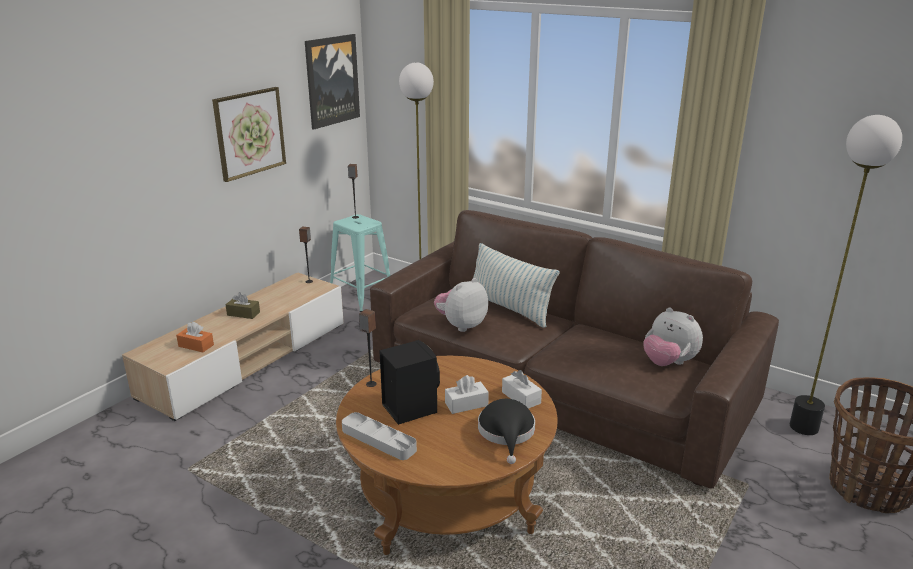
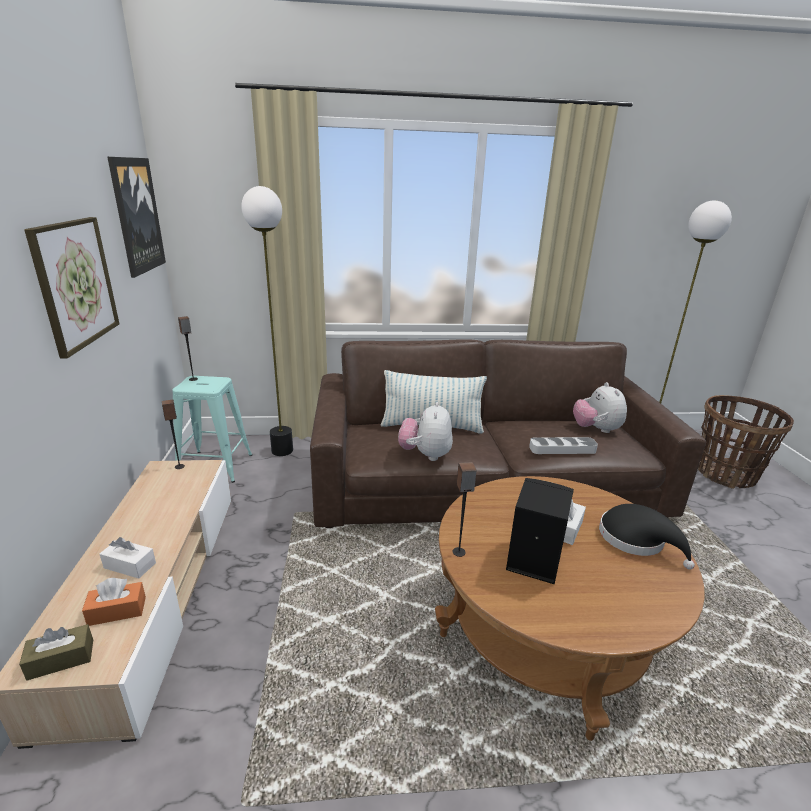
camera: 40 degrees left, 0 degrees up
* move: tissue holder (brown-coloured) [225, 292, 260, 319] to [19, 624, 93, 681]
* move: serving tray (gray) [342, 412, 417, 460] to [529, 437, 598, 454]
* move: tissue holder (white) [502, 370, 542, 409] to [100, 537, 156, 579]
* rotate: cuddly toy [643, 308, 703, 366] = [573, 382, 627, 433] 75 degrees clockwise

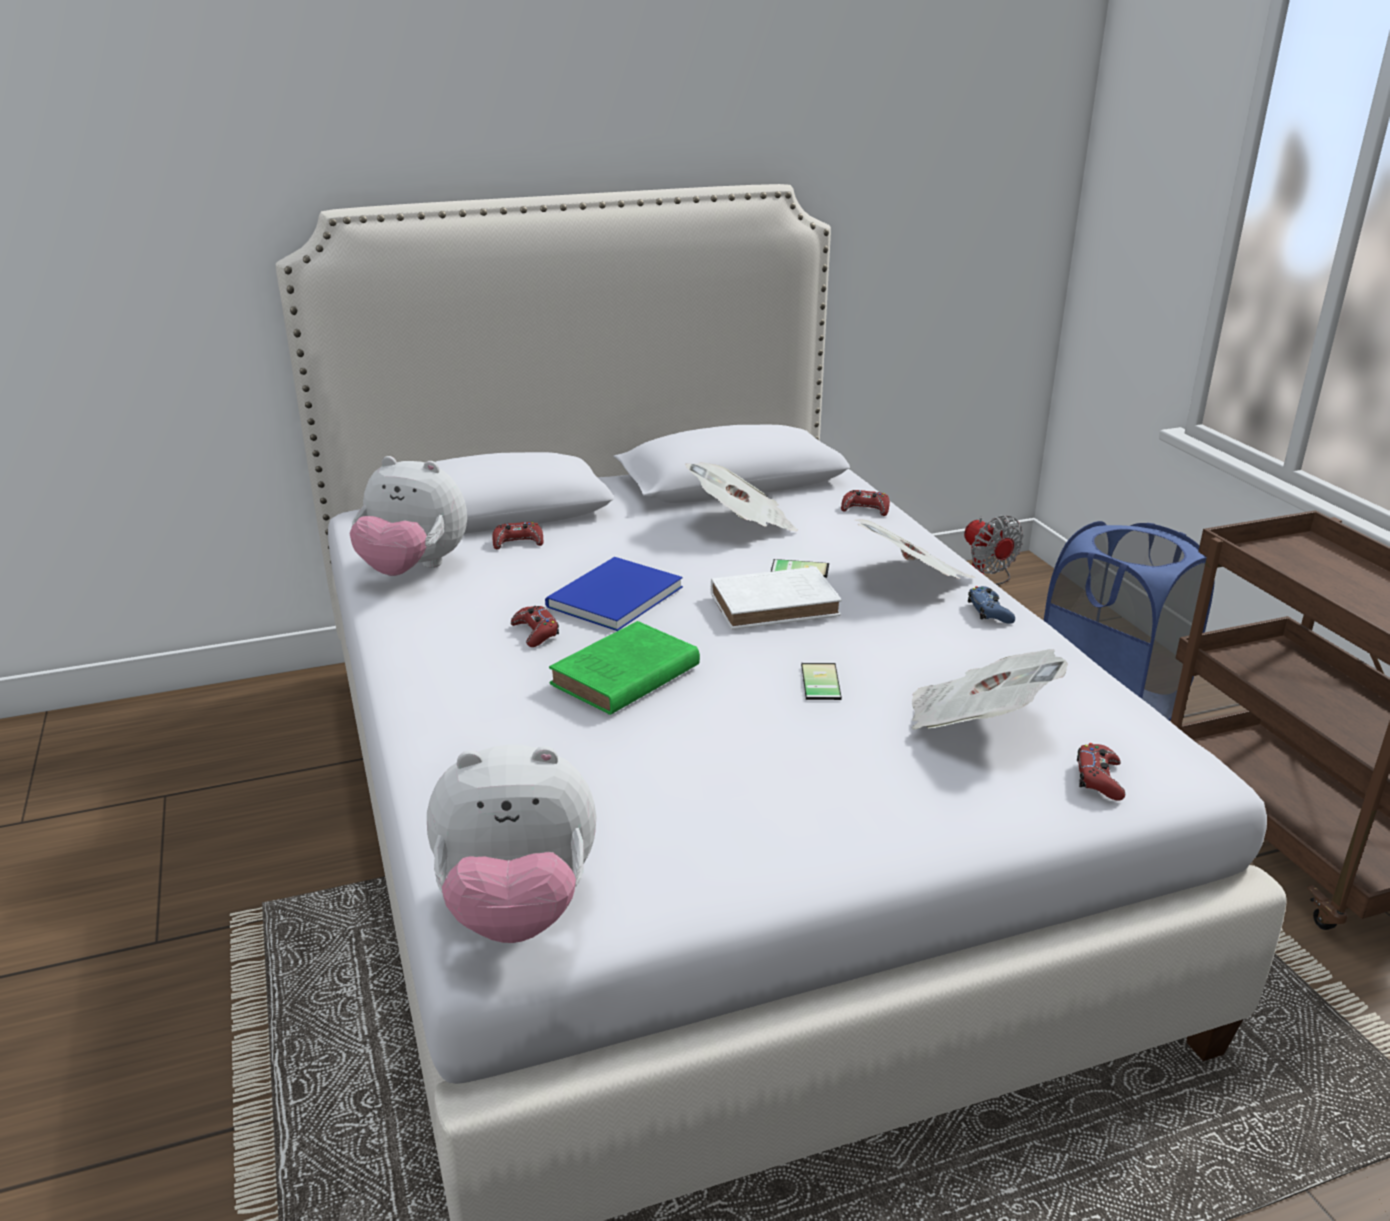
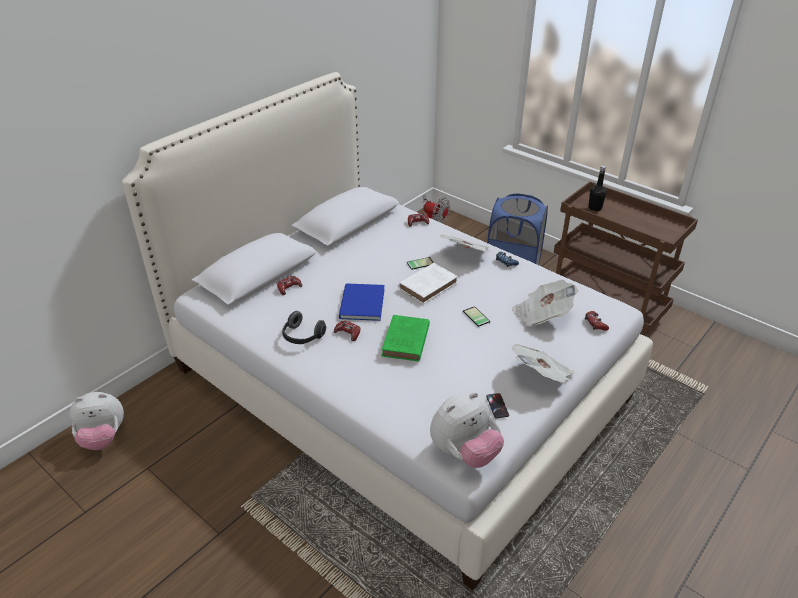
camera: 30 degrees left, 10 degrees up
* move: cuddly toy [349, 456, 467, 576] to [69, 392, 124, 450]
* move: newspaper [685, 463, 798, 531] to [512, 344, 575, 383]
* insert: headset [282, 311, 326, 344]
* insert: telephone [486, 393, 509, 418]
* insert: bottle (black-coloured) [589, 166, 607, 211]

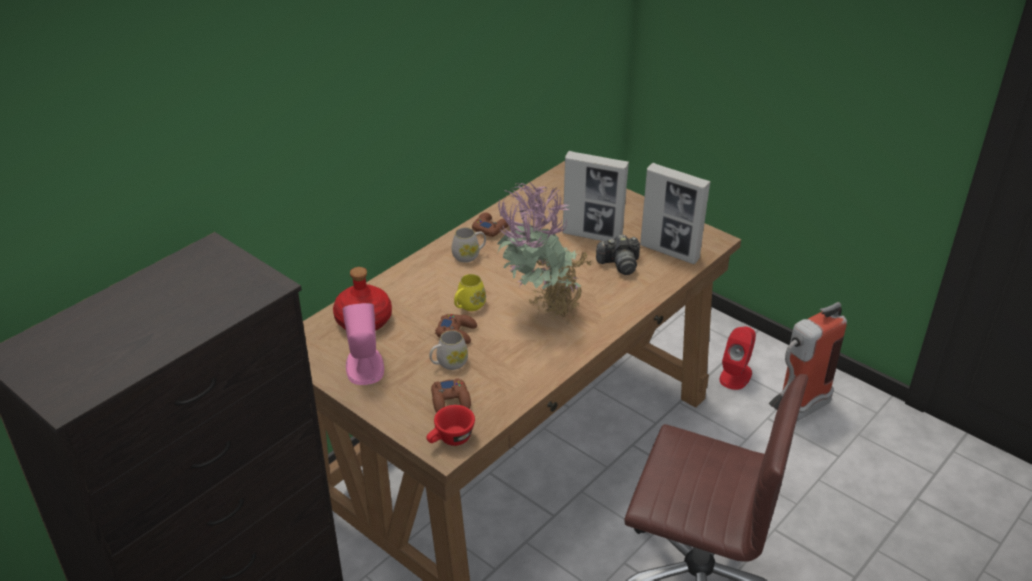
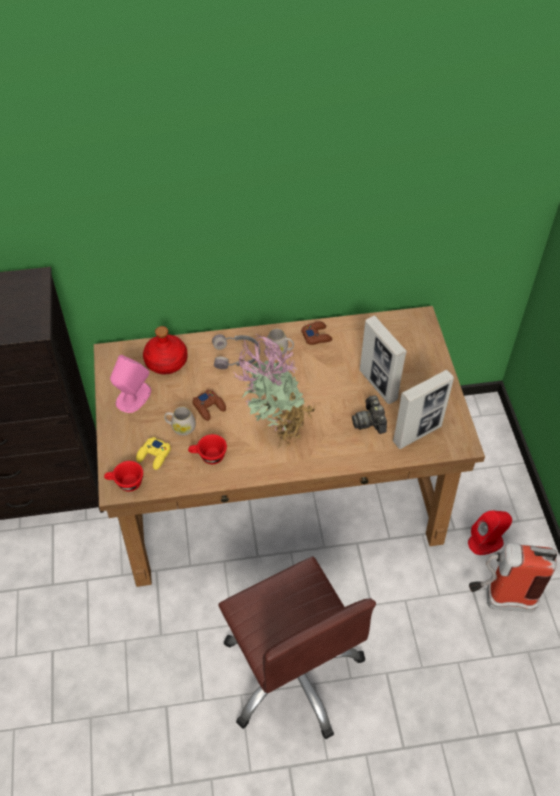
camera: 40 degrees right, 15 degrees up
* recolor: joypad (brown-coloured) [431, 378, 471, 413] to joypad (yellow-coloured) [136, 437, 171, 470]
* delete: coffee mug (yellow-coloured) [454, 274, 486, 311]
* rotate: still camera [596, 234, 640, 275] = [352, 395, 387, 434] 45 degrees clockwise
* rotate: photo frame [640, 163, 710, 264] = [393, 370, 454, 449] 105 degrees counterclockwise
* insert: small cup (reddish) [188, 434, 227, 464]
* insert: headset (gray) [212, 334, 260, 369]

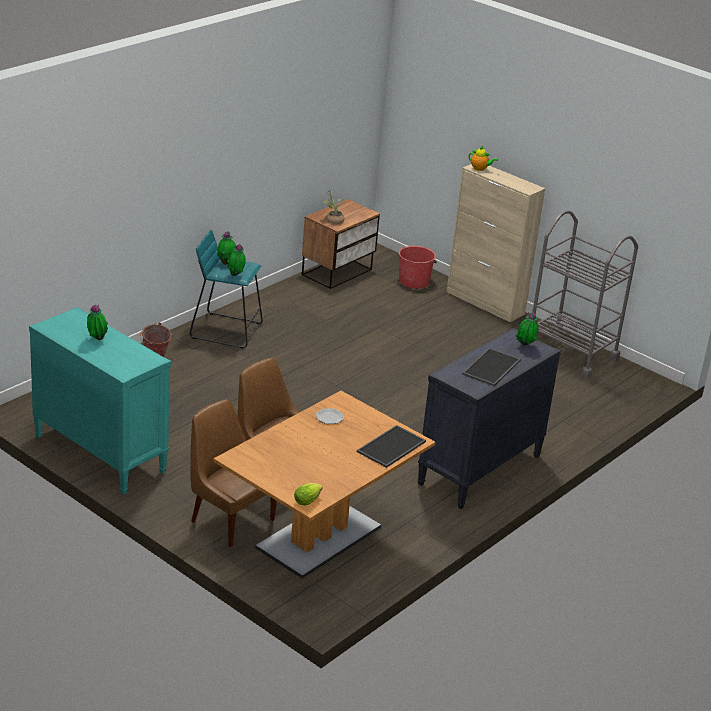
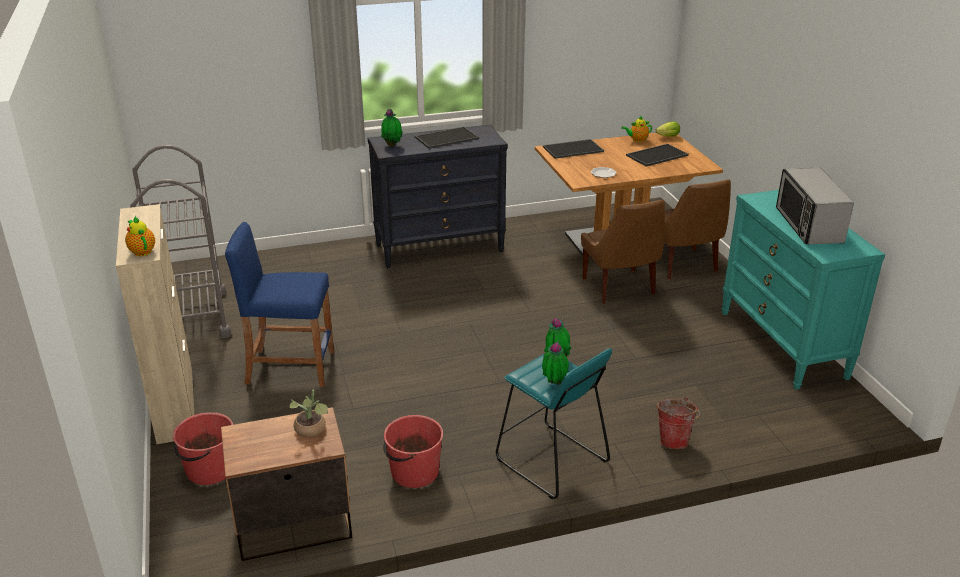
camera: 145 degrees left, 0 degrees up
* replace: potted plant [87, 304, 108, 340] to kitchen microwave [776, 168, 854, 244]
* insert: stool seat (blue-coloured) [225, 222, 334, 387]
* insert: water bucket (reddish) [383, 415, 443, 488]
* insert: tea pot [621, 115, 652, 142]
* insert: serving tray [626, 144, 689, 167]

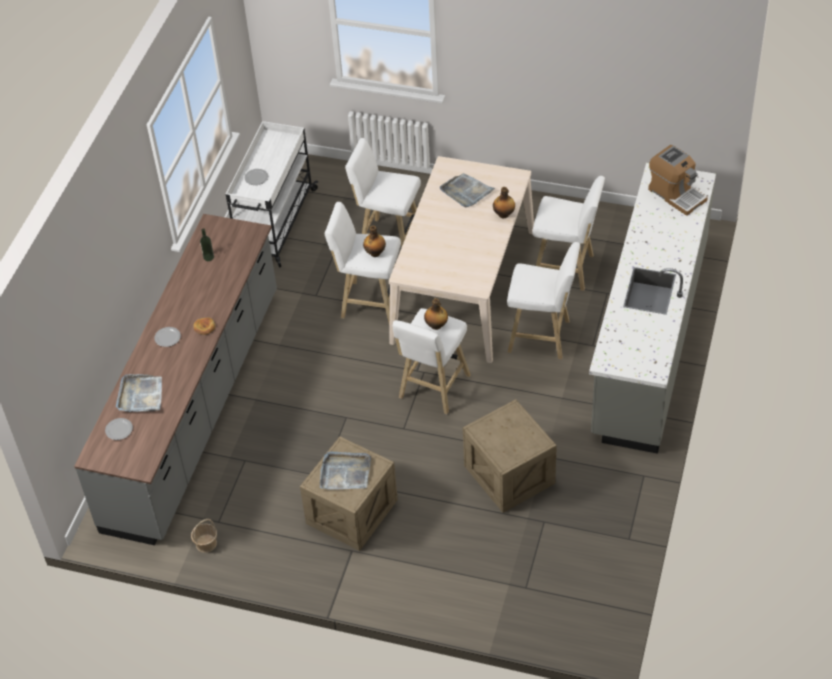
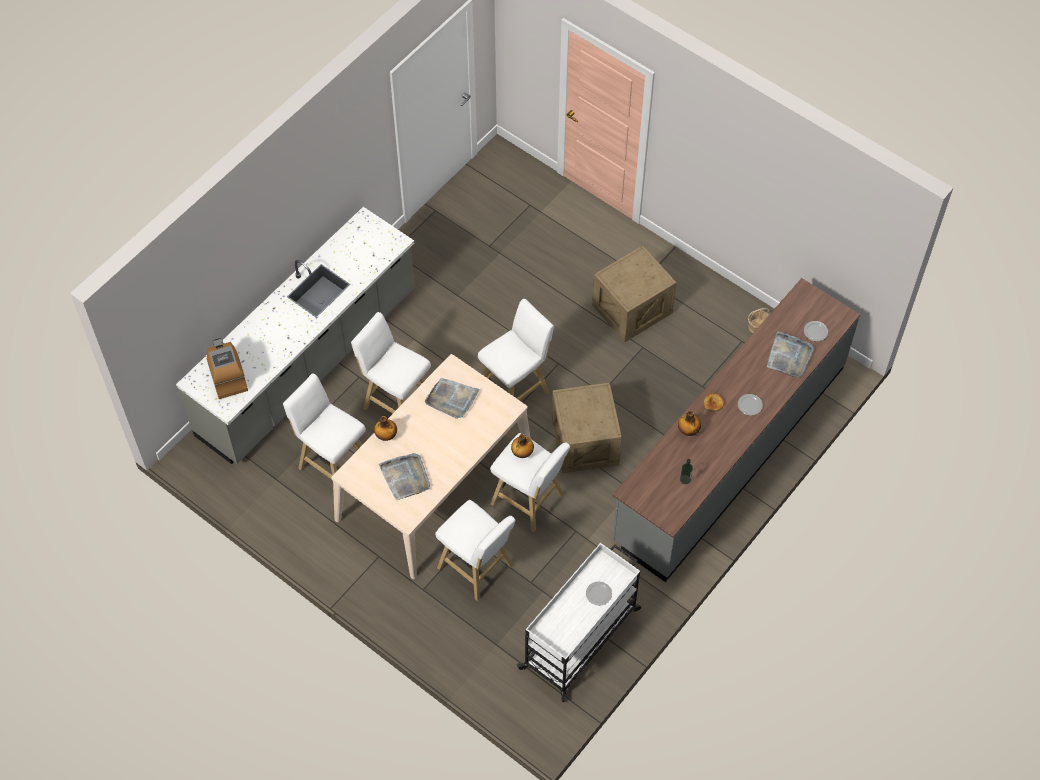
camera: 160 degrees left, 10 degrees up
* move: serving tray (gray) [320, 452, 371, 489] to [425, 378, 480, 419]
* move: bottle [424, 298, 448, 330] to [678, 410, 701, 436]
* move: shipping crate [463, 399, 557, 513] to [552, 382, 622, 473]

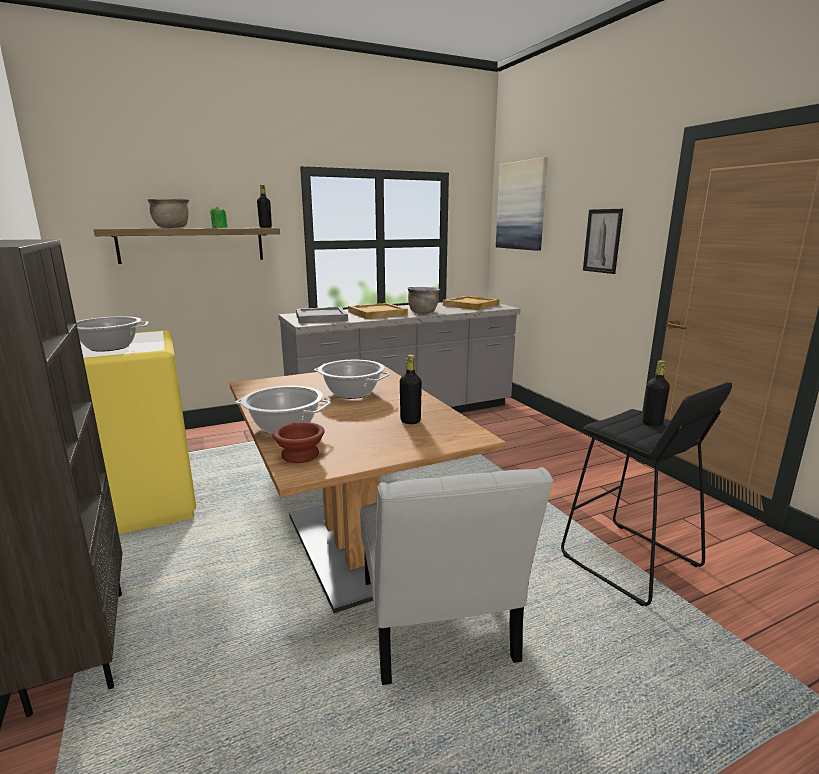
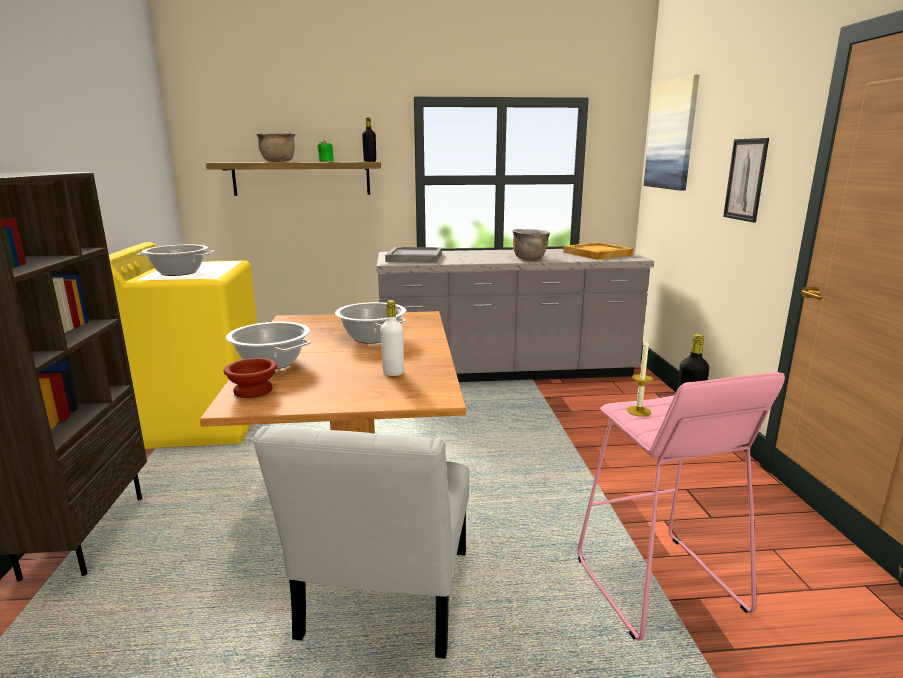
camera: 20 degrees right, 0 degrees up
* delete: serving tray (sand-coloured) [348, 303, 408, 319]
* recolor: bottle (black-coloured) [400, 355, 422, 424] to bottle (white) [380, 300, 404, 376]
* recolor: stool seat (black-coloured) [561, 382, 732, 606] to stool seat (pink-coloured) [578, 372, 785, 640]
* insert: candle [627, 339, 653, 417]

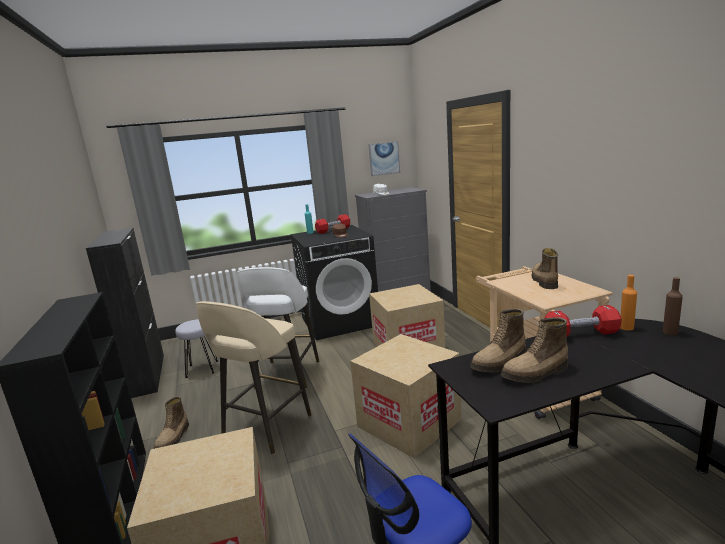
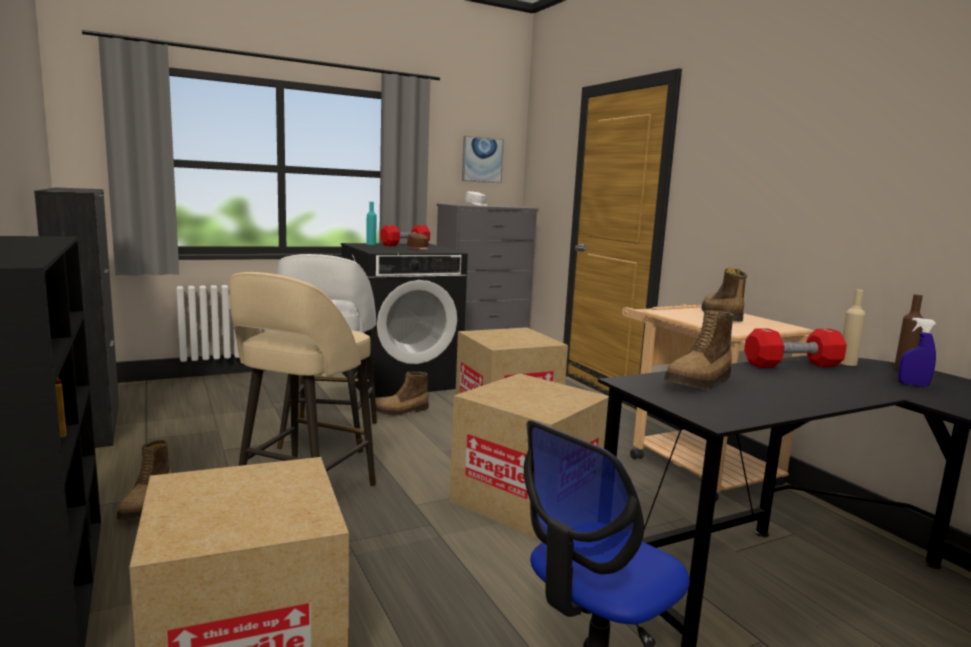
camera: 10 degrees left, 5 degrees down
* delete: stool seat (gray) [175, 319, 218, 378]
* move: boot [501, 317, 568, 383] to [376, 372, 429, 416]
* recolor: bottle (orange-coloured) [620, 275, 637, 331] to bottle (sand-coloured) [840, 290, 866, 366]
* insert: sprayer (blue-coloured) [898, 318, 937, 387]

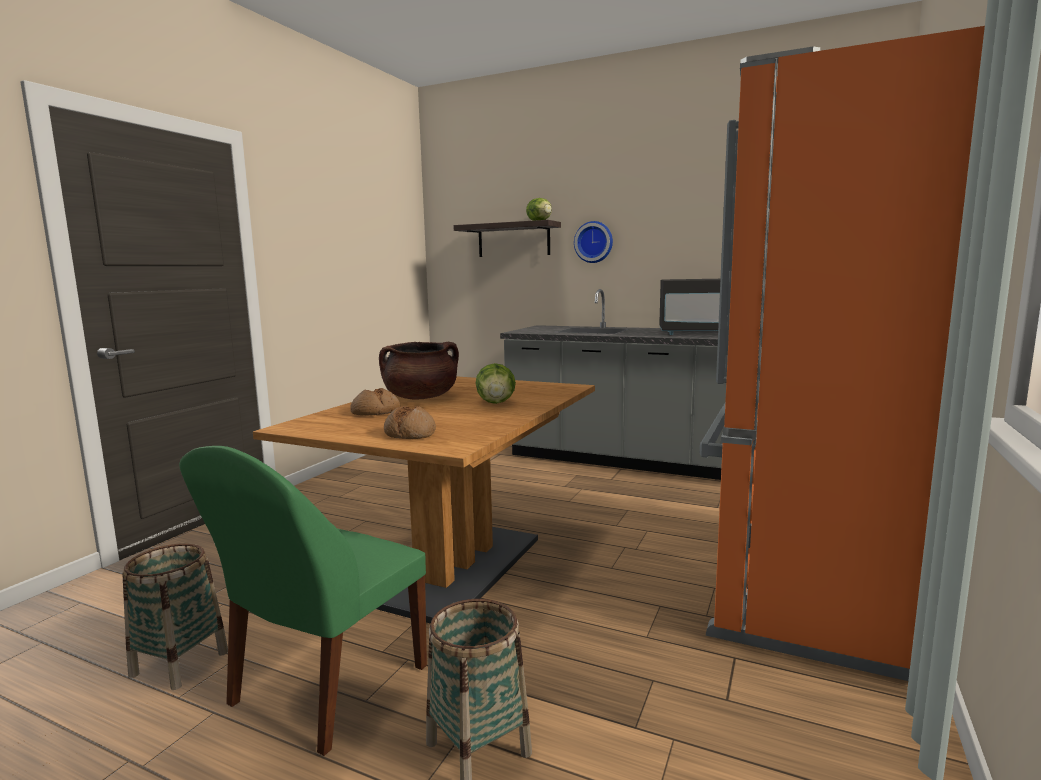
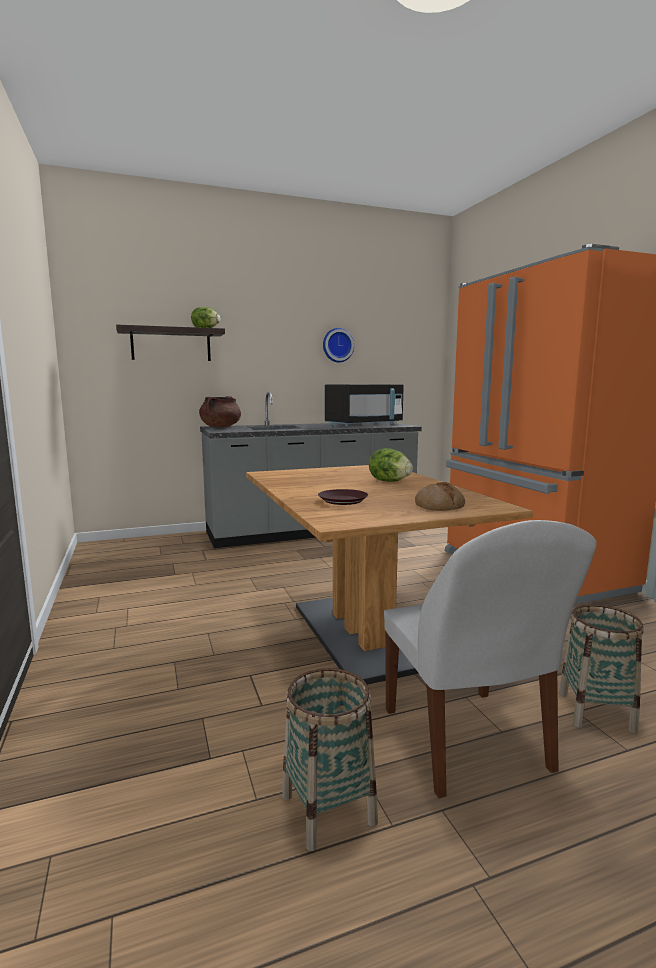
camera: 45 degrees left, 0 degrees up
* recolor: plain chair (greenish) [179, 446, 427, 756] to plain chair (white) [384, 520, 596, 798]
* replace: bakery bread [351, 388, 400, 415] to dinner plate (brown-coloured) [318, 489, 368, 505]
* move: saucepot (brown-coloured) [379, 342, 459, 399] to [199, 396, 241, 427]
* move: clock on the wall [574, 221, 613, 263] to [323, 328, 354, 362]

